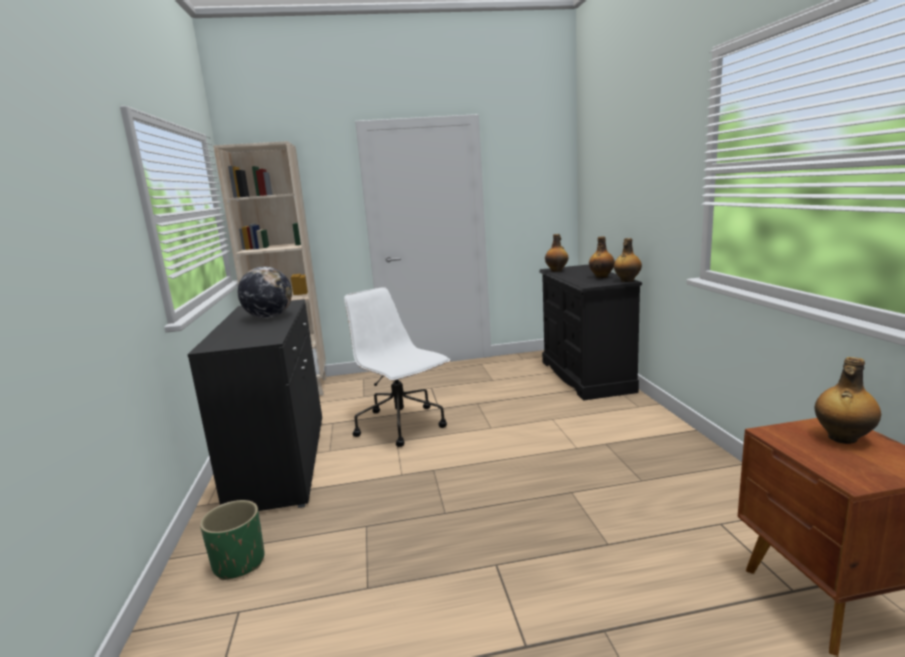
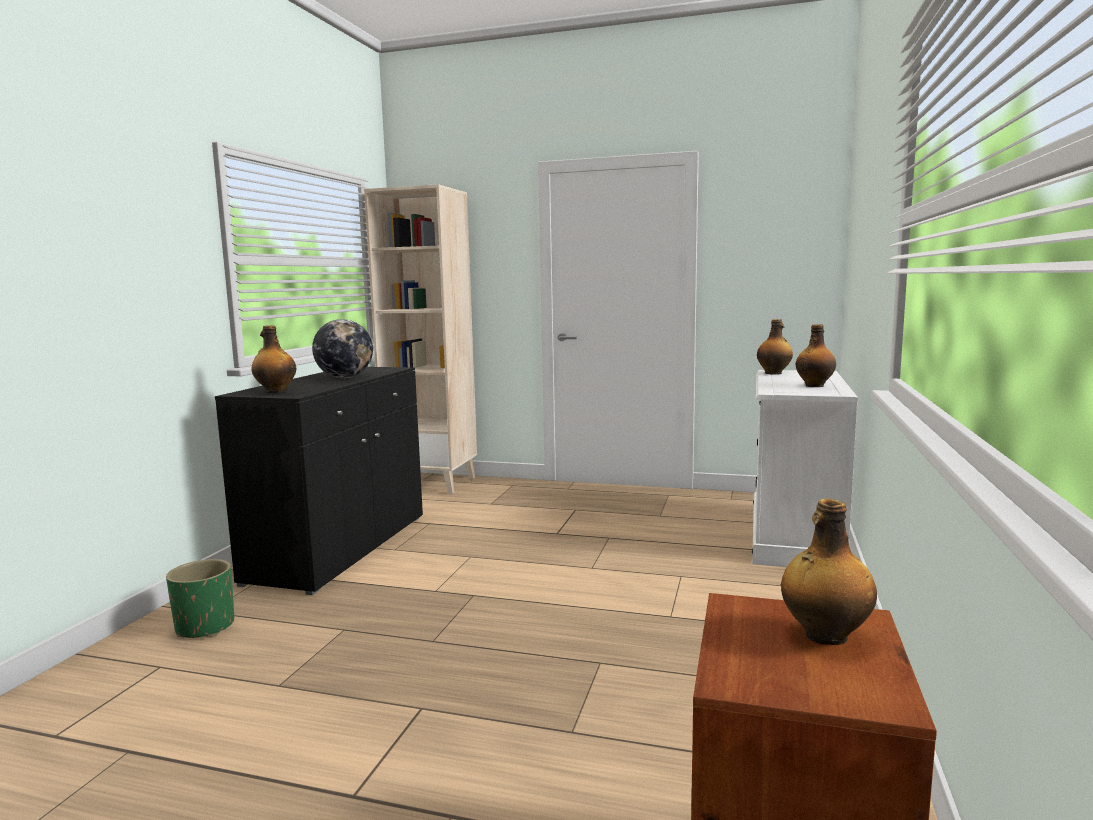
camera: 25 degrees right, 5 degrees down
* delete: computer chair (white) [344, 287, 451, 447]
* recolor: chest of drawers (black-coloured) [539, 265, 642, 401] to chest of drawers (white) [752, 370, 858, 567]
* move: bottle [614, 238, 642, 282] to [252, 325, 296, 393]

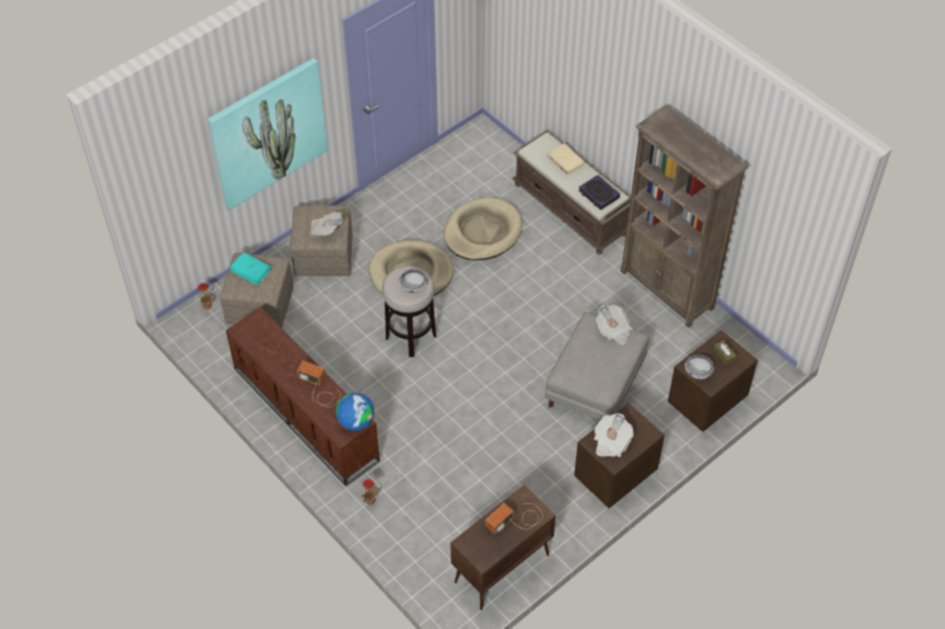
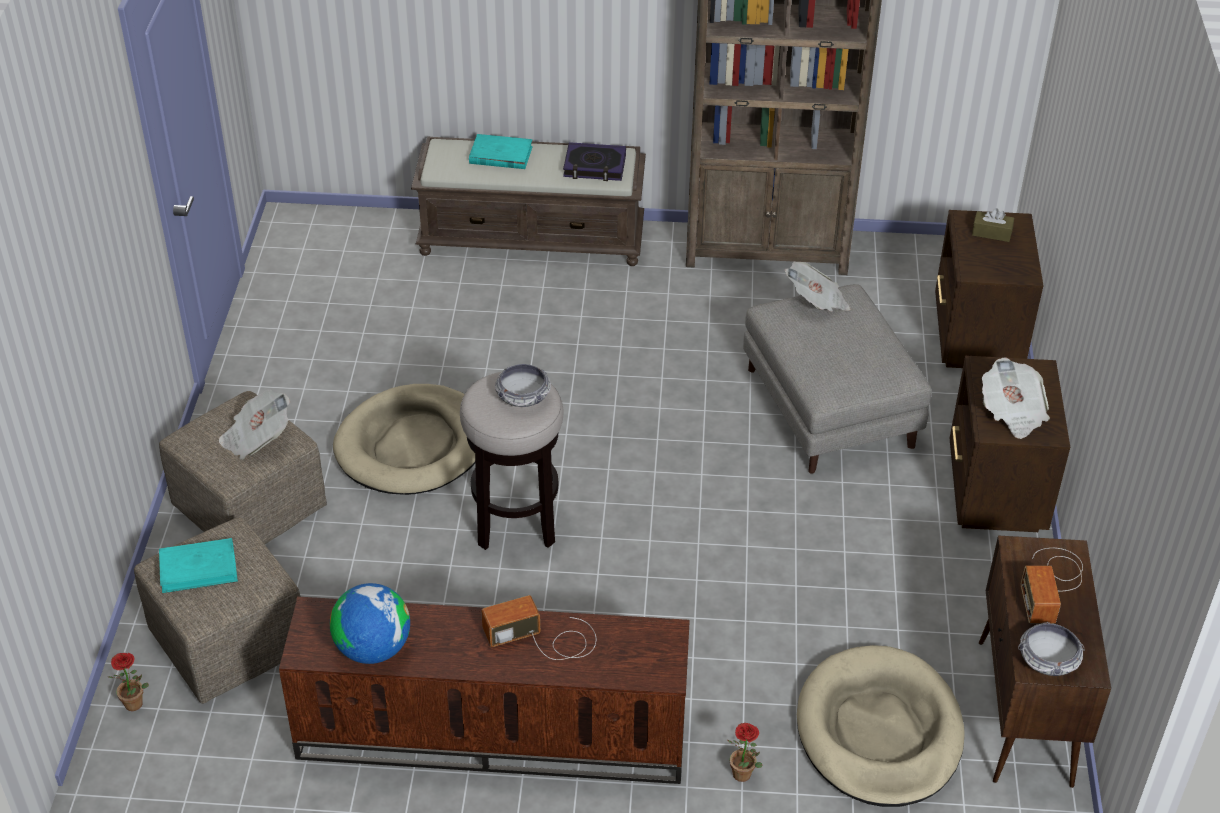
camera: 45 degrees left, 10 degrees down
* delete: wall picture [208, 58, 328, 210]
* move: world globe [336, 392, 374, 431] to [330, 583, 410, 664]
* move: pet bed (sand-coloured) [443, 197, 522, 260] to [797, 645, 965, 807]
* recolor: volume (sand-coloured) [547, 143, 585, 175] to volume (turquoise) [469, 134, 533, 169]
* move: bowl [685, 354, 714, 379] to [1018, 622, 1085, 676]

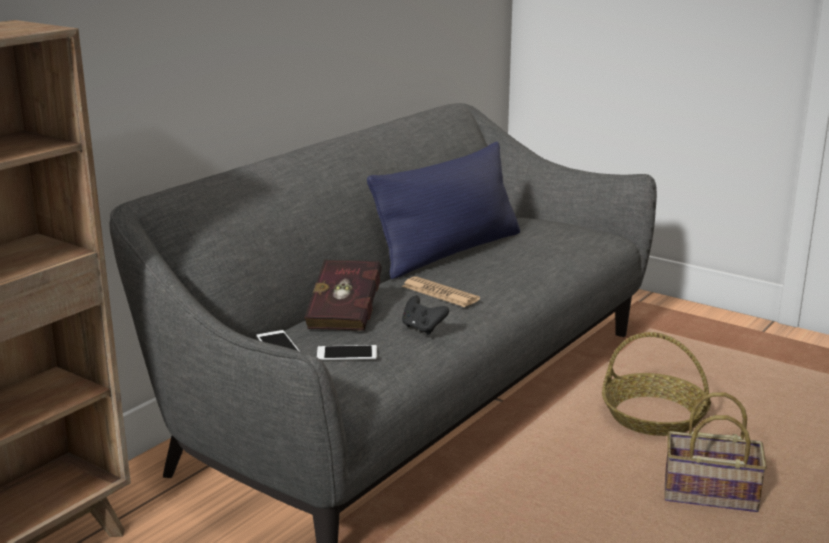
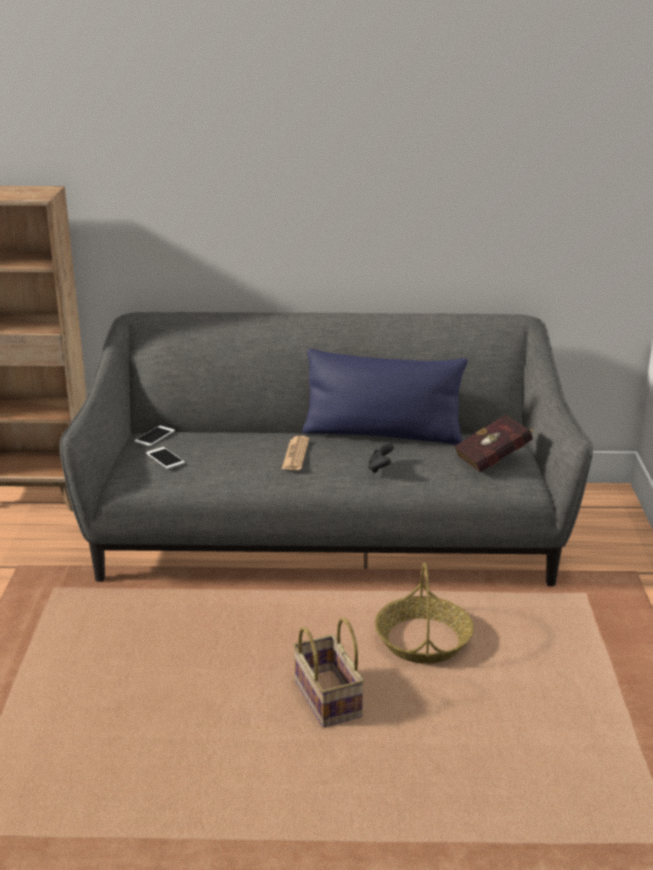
camera: 55 degrees right, 5 degrees up
* move: volume (reddish) [304, 260, 382, 331] to [454, 414, 535, 472]
* move: joypad (black-coloured) [402, 295, 449, 335] to [368, 444, 394, 473]

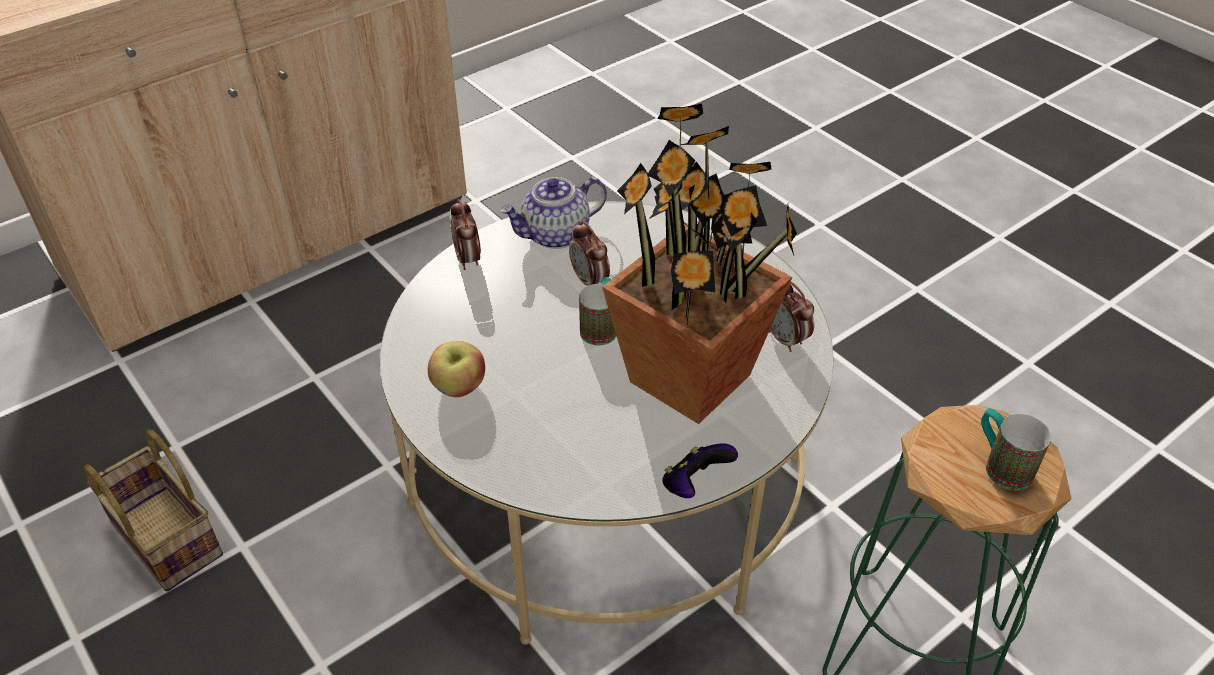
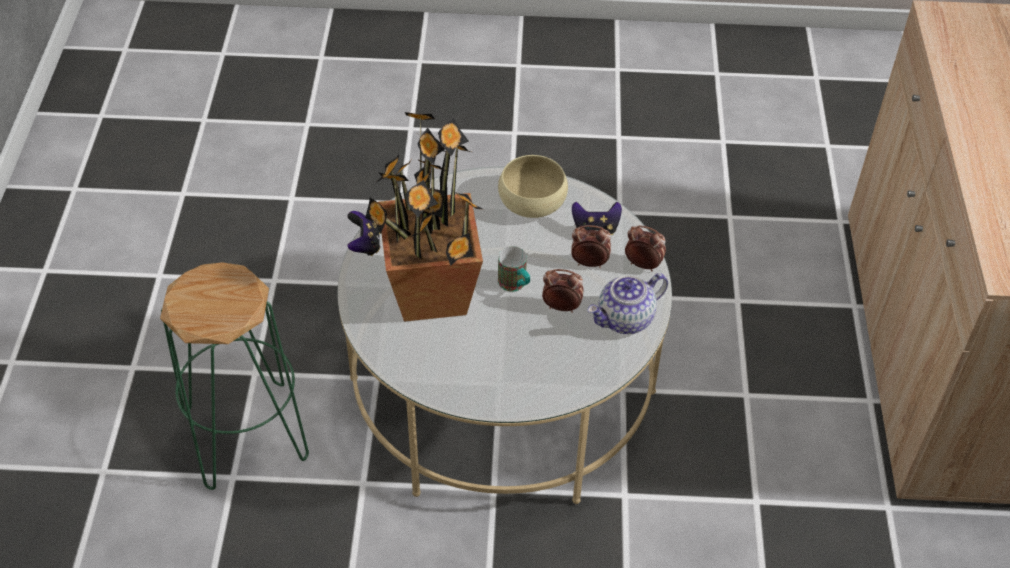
camera: 130 degrees right, 5 degrees up
* delete: basket [84, 429, 223, 591]
* replace: whole apple [428, 341, 485, 397] to bowl (sand-coloured) [498, 155, 568, 218]
* rotate: tea pot [500, 177, 607, 249] = [587, 273, 668, 334] 135 degrees counterclockwise
* move: table clock [769, 282, 814, 352] to [571, 225, 611, 268]
* delete: coffee mug [981, 408, 1051, 490]
* insert: joypad [572, 202, 622, 235]

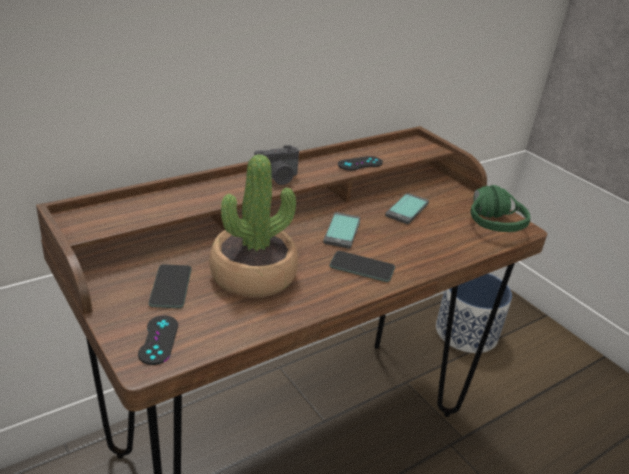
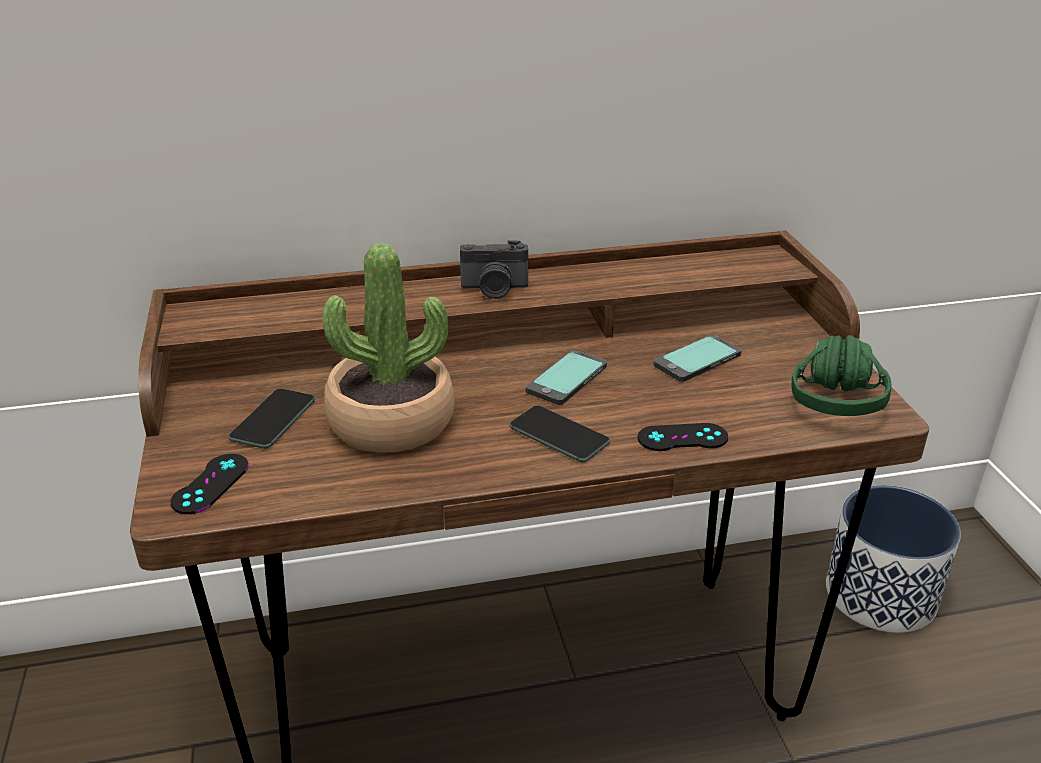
camera: 25 degrees right, 0 degrees up
* move: joypad (black-coloured) [338, 156, 383, 171] to [638, 423, 728, 451]

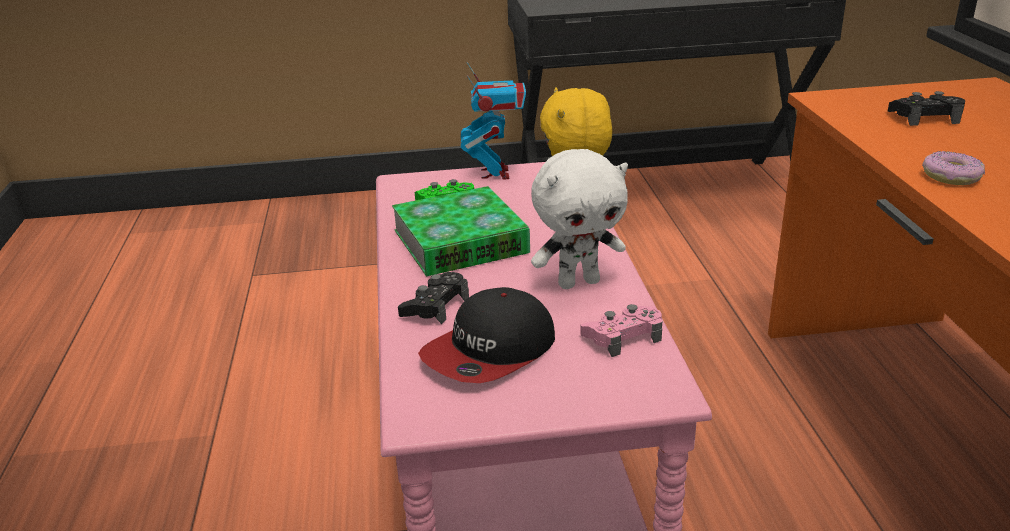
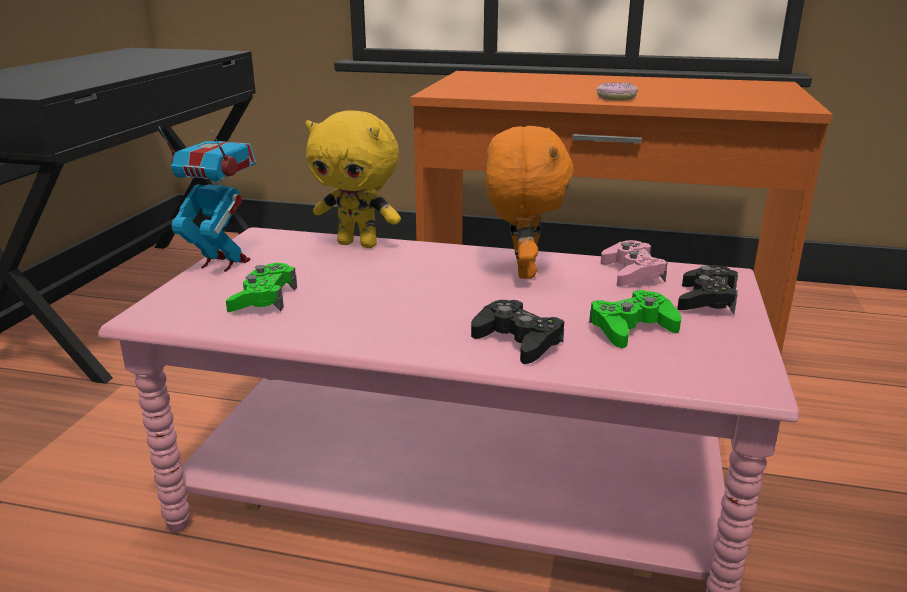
camera: 70 degrees left, 5 degrees down
* delete: volume [392, 186, 530, 276]
* replace: baseball cap [418, 287, 555, 383] to joypad (greenish) [589, 290, 681, 348]
* recolor: cuddly toy (white) [531, 149, 628, 289] to cuddly toy (orange-coloured) [485, 126, 574, 279]
* move: joypad (black-coloured) [887, 91, 965, 126] to [677, 265, 738, 314]

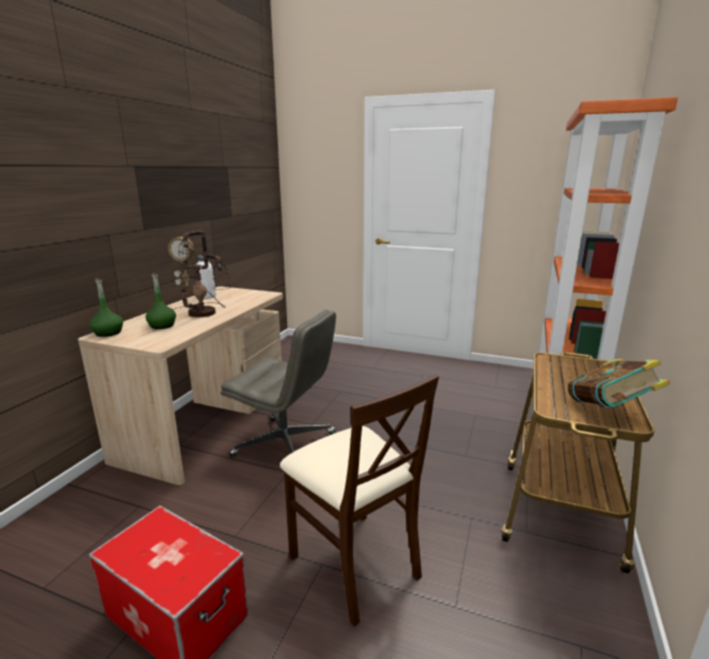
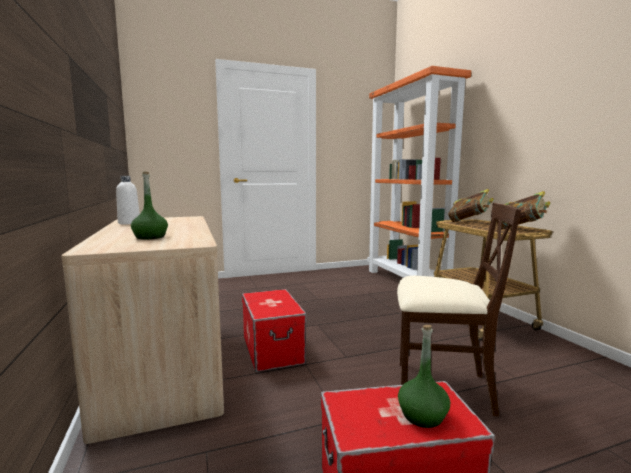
camera: 40 degrees left, 10 degrees down
* move: bottle (greenish) [90, 278, 123, 337] to [398, 325, 450, 428]
* delete: lamp for a table [168, 230, 231, 318]
* replace: computer chair (gray) [221, 310, 336, 457] to storage box [242, 289, 307, 372]
* insert: volume [448, 189, 494, 222]

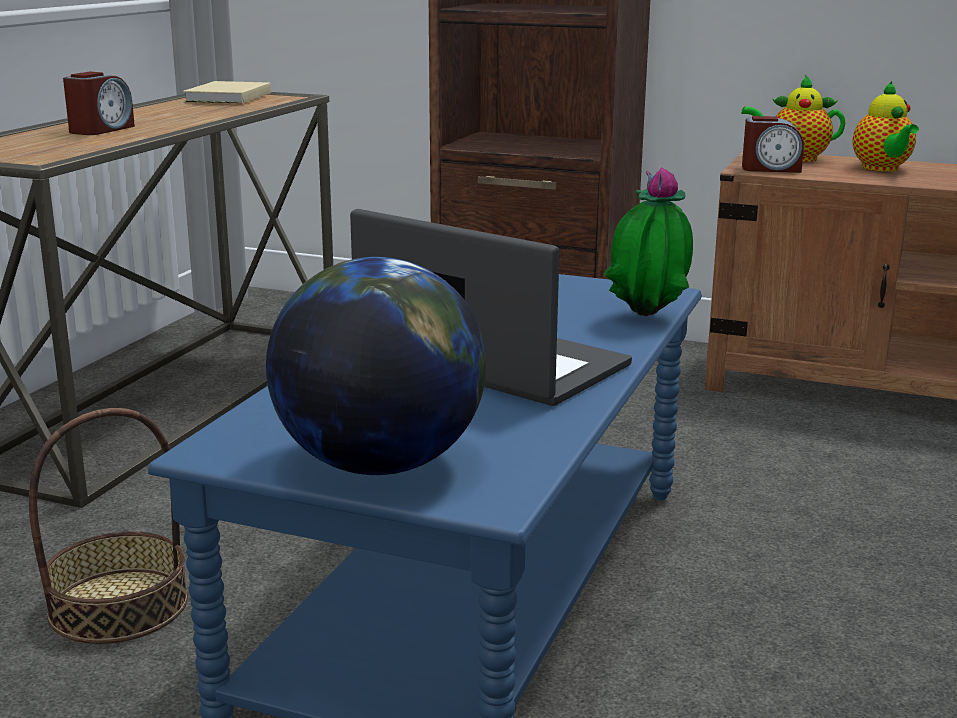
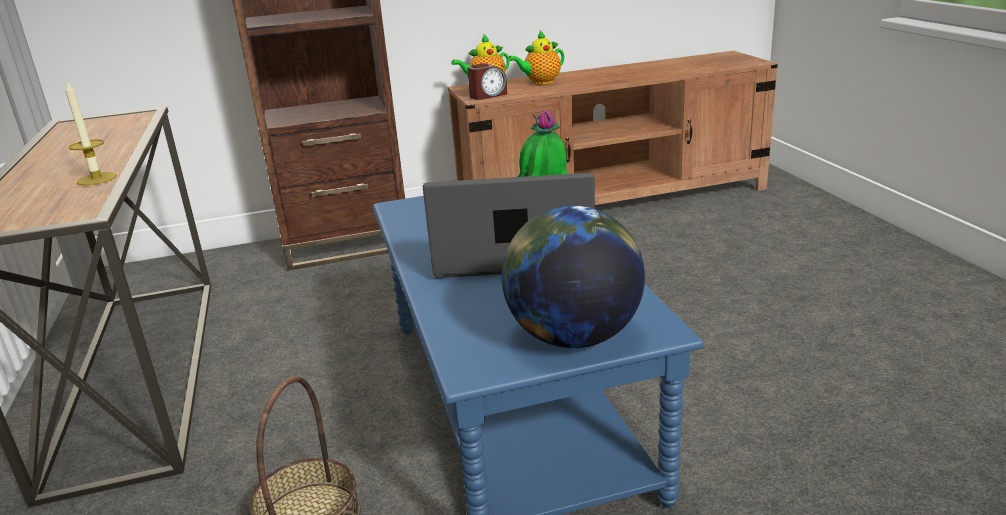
camera: 35 degrees left, 5 degrees up
* delete: table clock [63, 72, 135, 135]
* delete: volume (sand-coloured) [183, 81, 271, 104]
* rotate: tea pot [852, 81, 919, 172] = [508, 31, 564, 85] 105 degrees clockwise
* insert: candle [65, 82, 117, 185]

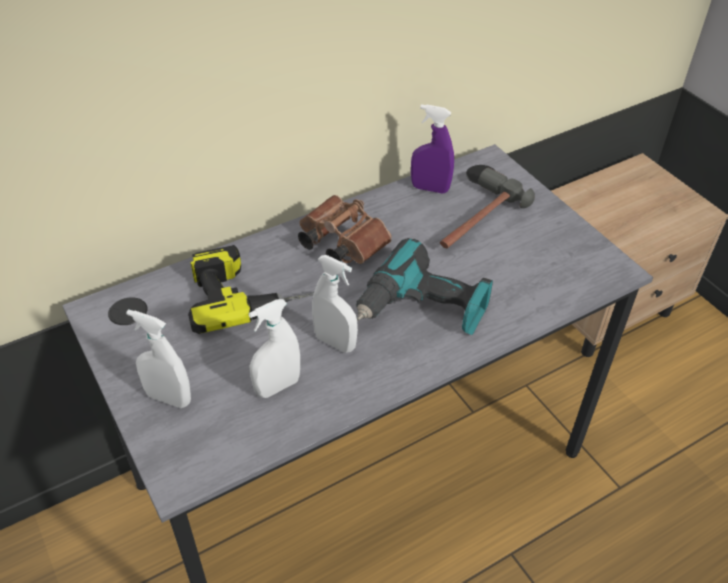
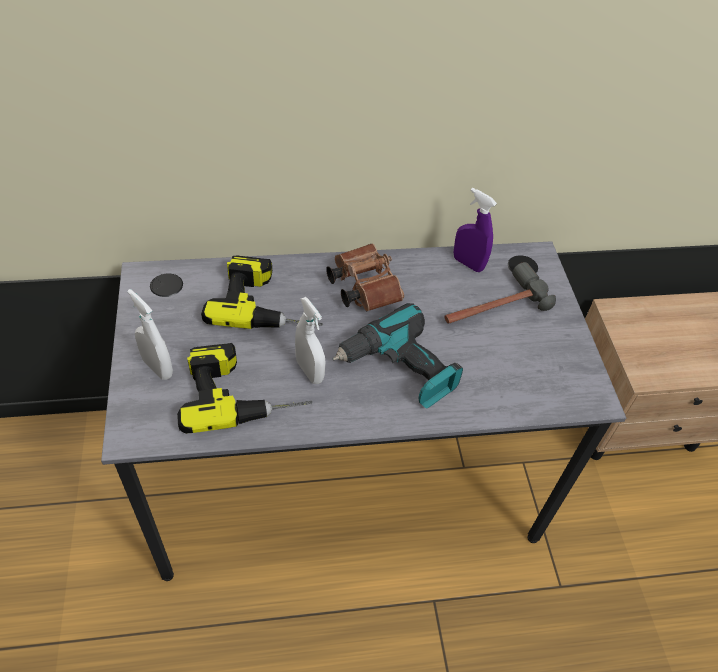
camera: 20 degrees right, 5 degrees up
* replace: sprayer (white) [248, 299, 300, 398] to drill [177, 343, 313, 434]

